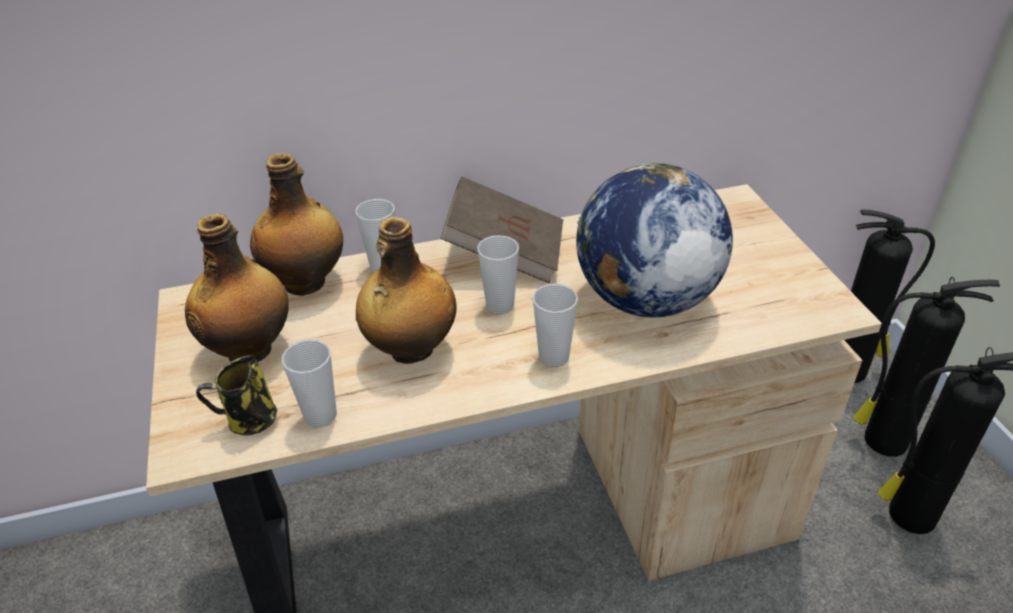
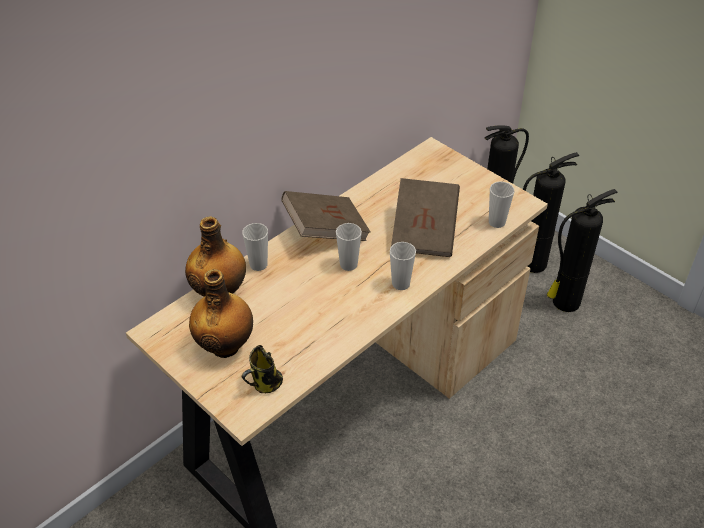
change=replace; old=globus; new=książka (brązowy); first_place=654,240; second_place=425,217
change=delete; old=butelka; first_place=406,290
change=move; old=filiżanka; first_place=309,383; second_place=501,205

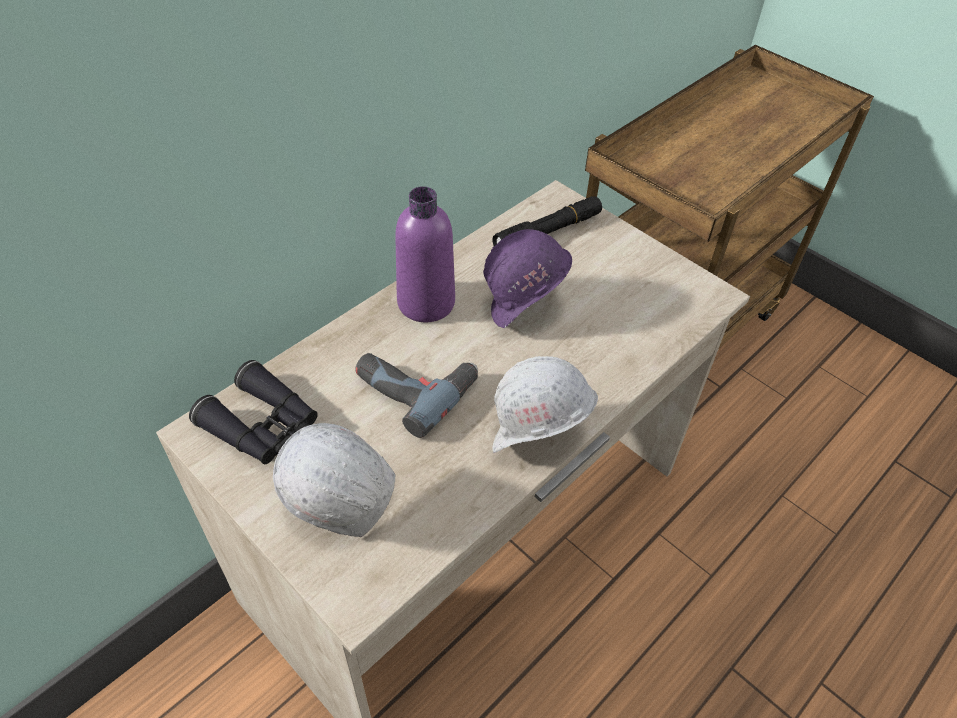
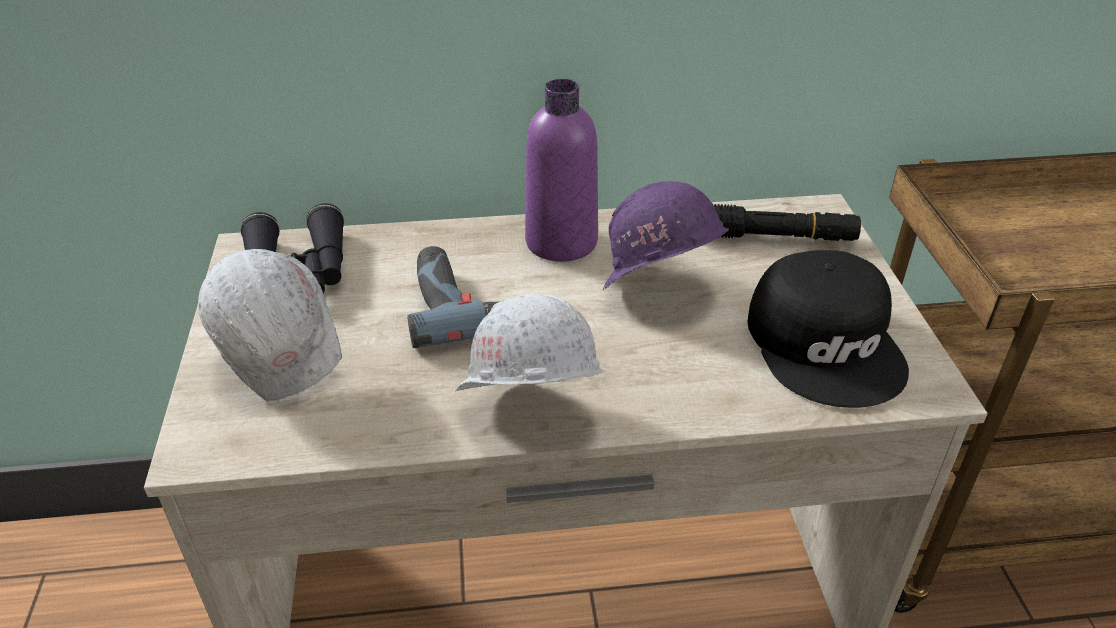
change=insert; new=czapka z daszkiem (czarny); second_place=828,329

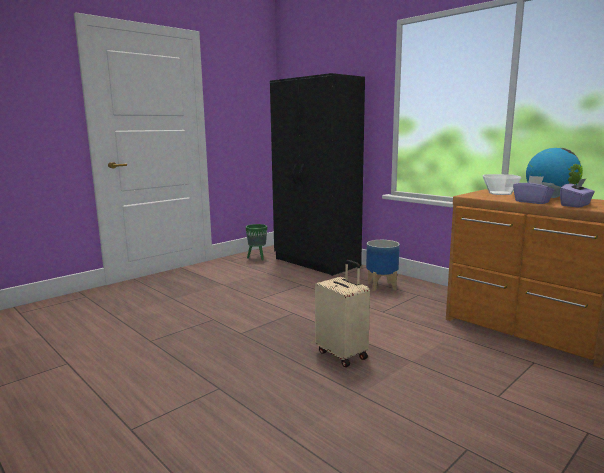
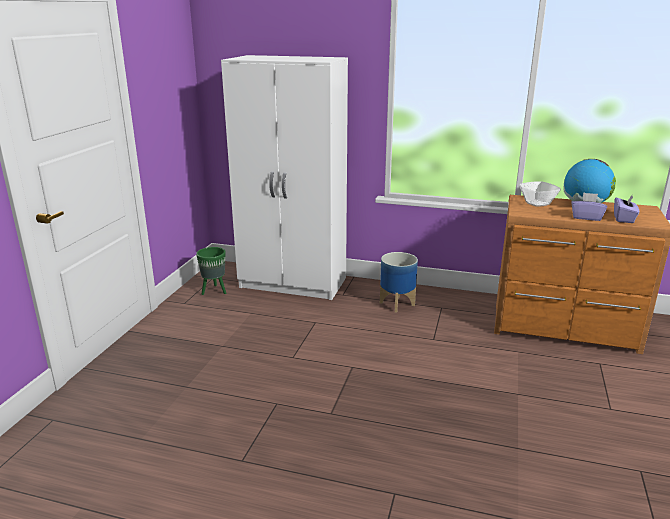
change=recolor; old=szafa (czarny); new=szafa (biały); first_place=317,174; second_place=284,177
change=delete; old=walizka (beżowy); first_place=342,313

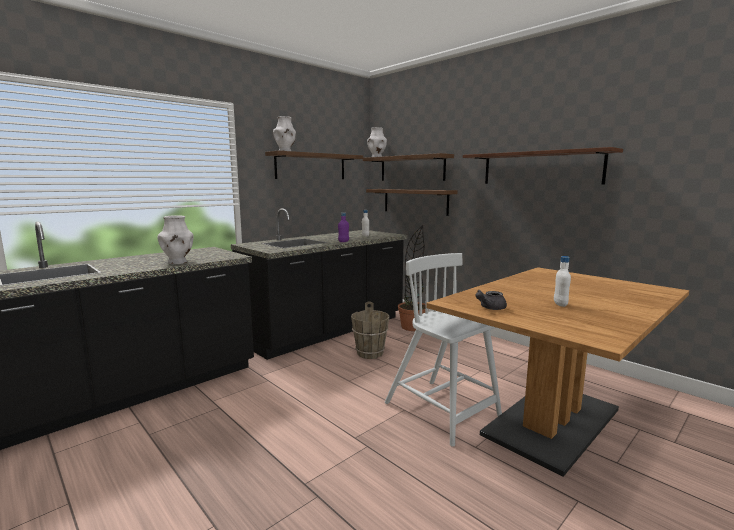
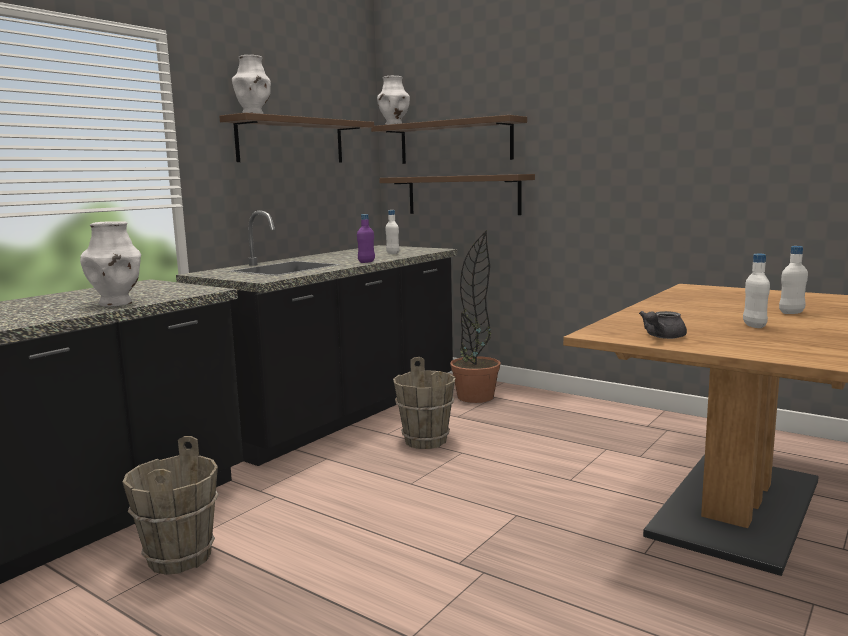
change=delete; old=półka (brązowy); first_place=543,165
change=delete; old=krzesło (biały); first_place=443,350
change=insert; new=butelka (biały); second_place=793,280
change=insert; new=wiadro (brązowy); second_place=170,505

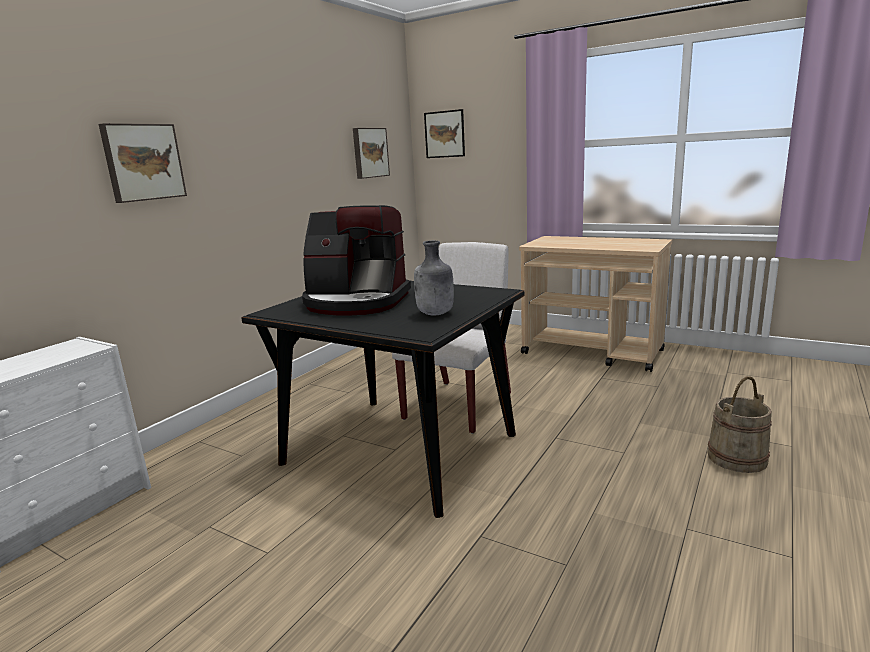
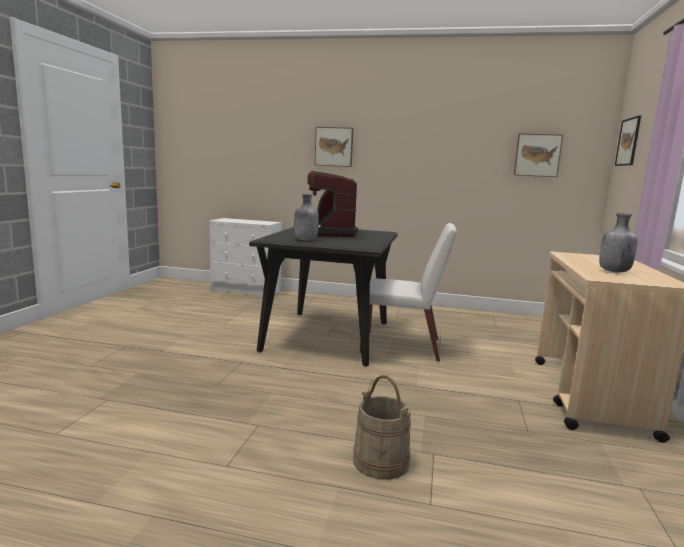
change=insert; new=butelka (szary); second_place=618,243

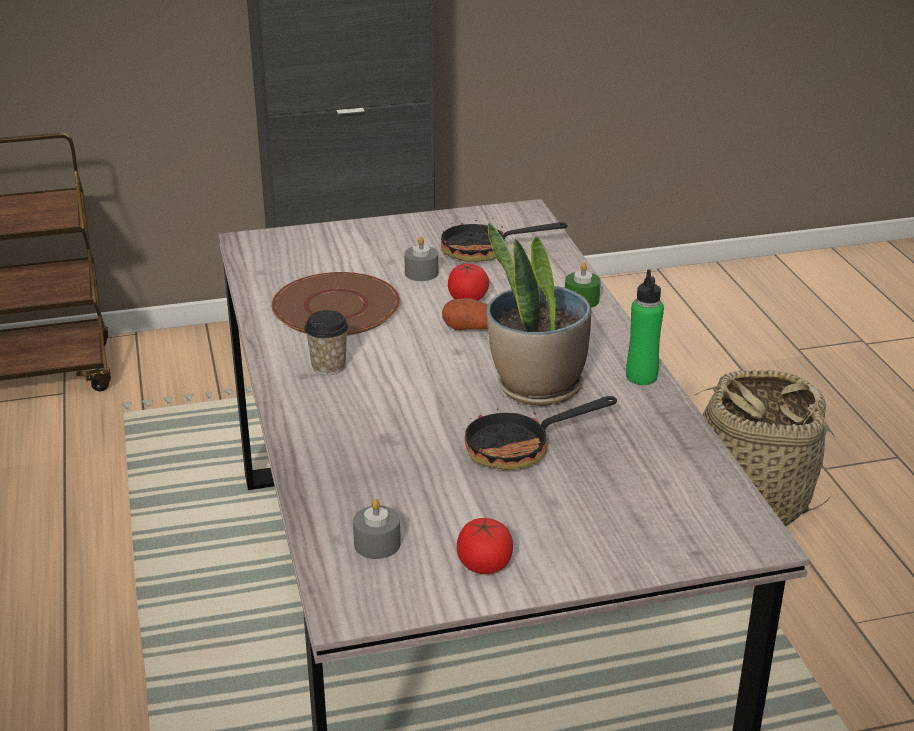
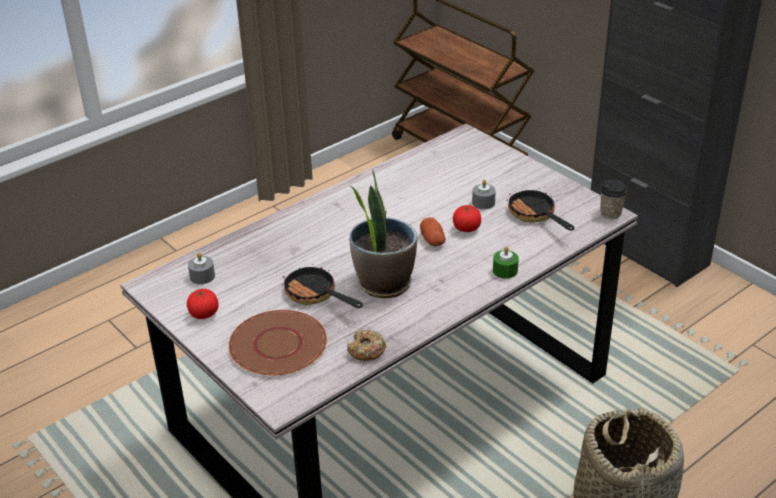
change=delete; old=butelka (zielony); first_place=645,327
change=move; old=talerz (brązowy); first_place=335,303; second_place=278,343
change=move; old=filiżanka; first_place=326,342; second_place=613,199
change=insert; new=donut; second_place=366,345

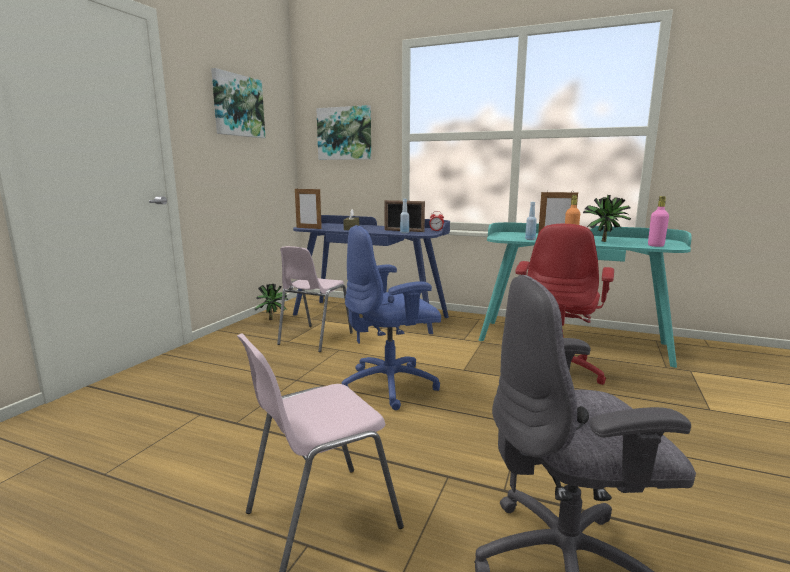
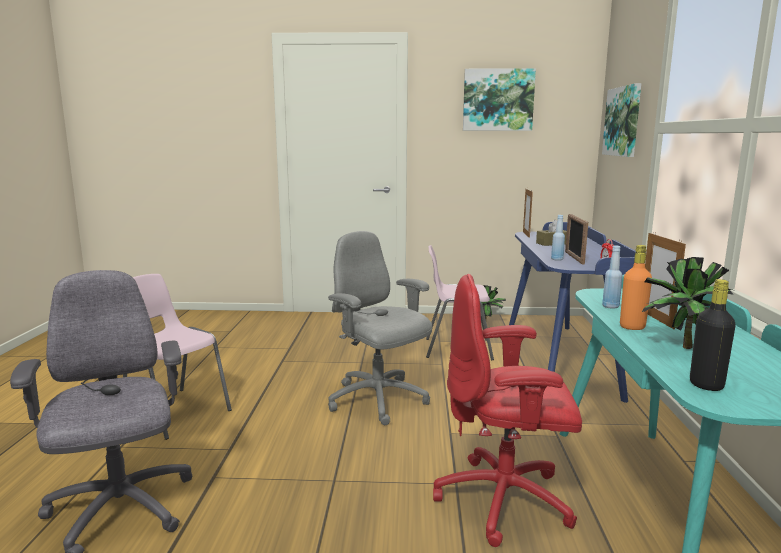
change=recolor; old=butelka (różowy); new=butelka (czarny); first_place=658,221; second_place=713,335
change=recolor; old=krzesło biurowe (niebieski); new=krzesło biurowe (szary); first_place=391,317; second_place=380,328

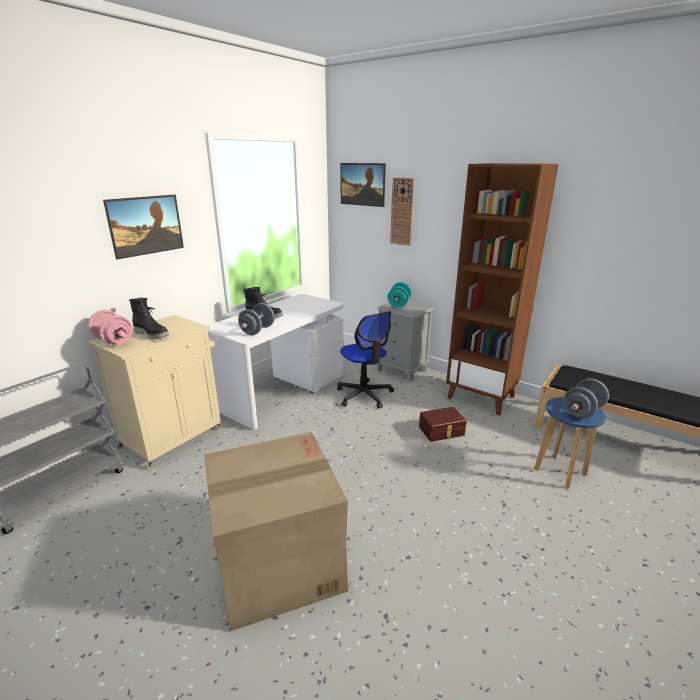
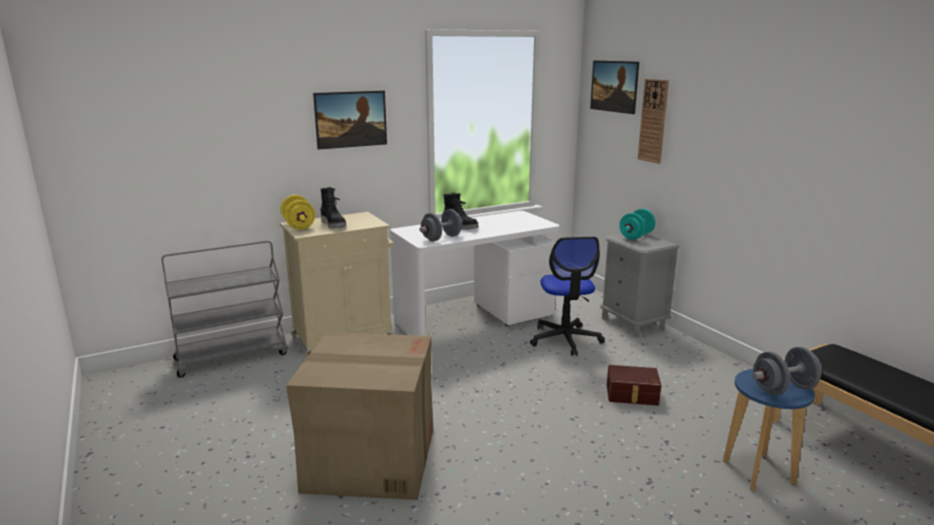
change=delete; old=regał (brązowy); first_place=502,289
change=recolor; old=hantel (różowy); new=hantel (żółty); first_place=110,328; second_place=298,212

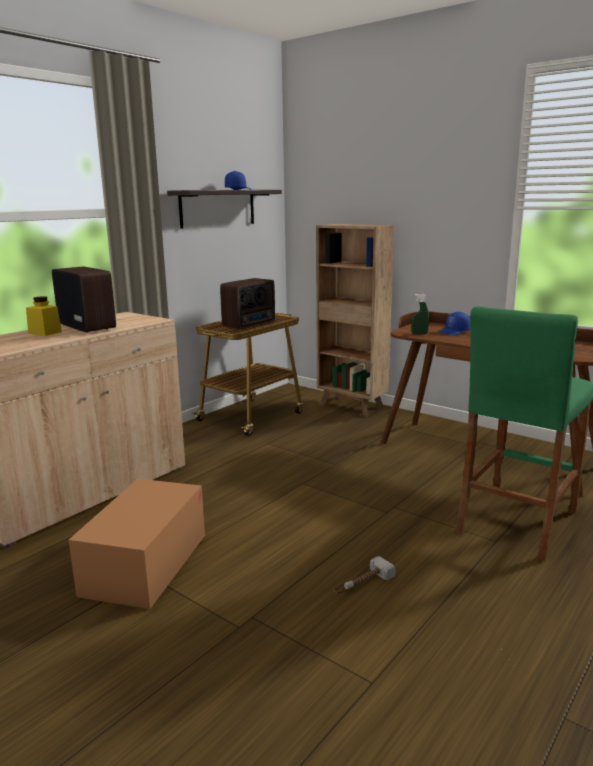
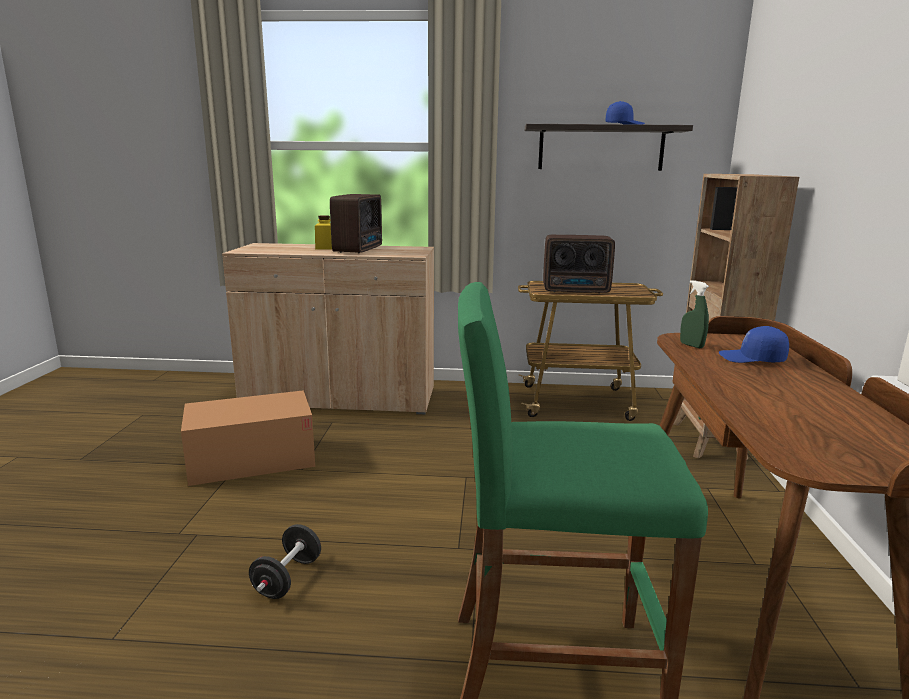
change=replace; old=młotek; new=hantel (czarny); first_place=365,575; second_place=285,561

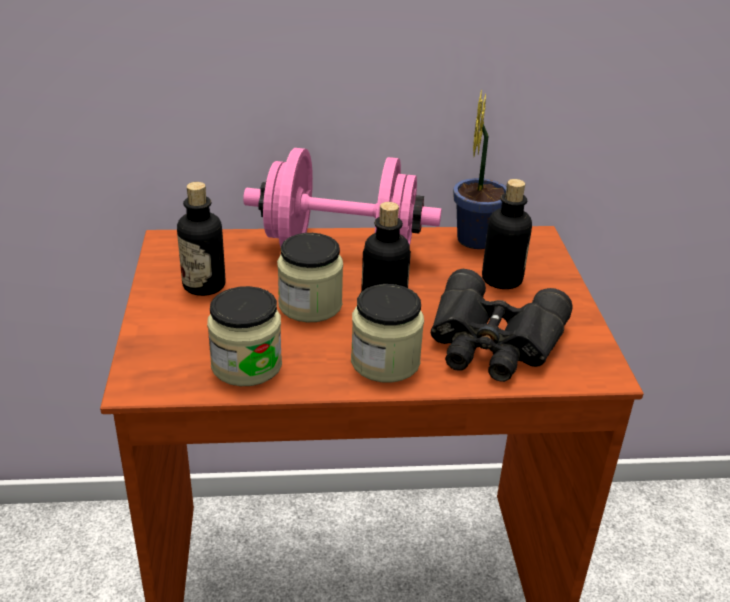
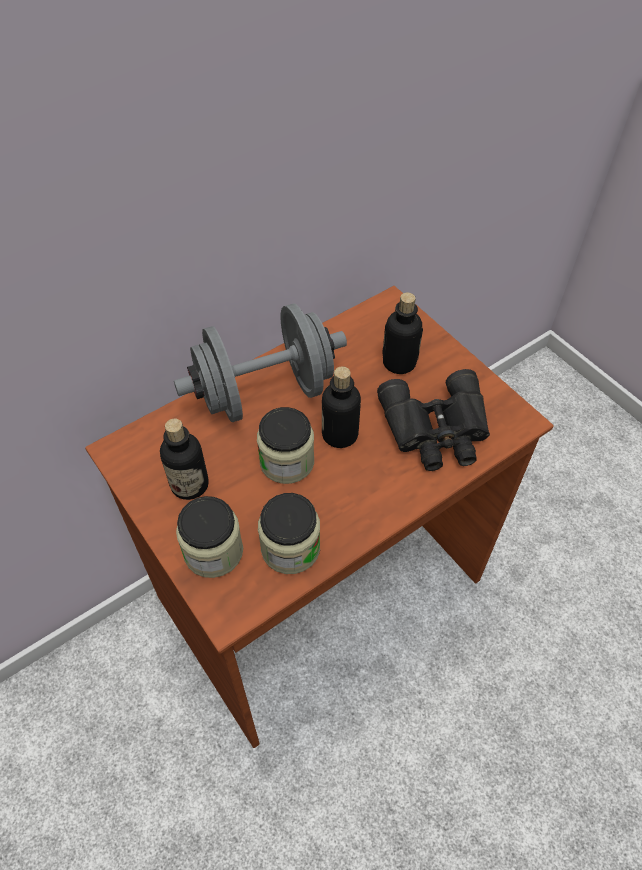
change=delete; old=roślina doniczkowa; first_place=479,169
change=recolor; old=hantel (różowy); new=hantel (szary); first_place=342,197; second_place=260,362
change=move; old=słoik; first_place=387,333; second_place=209,537

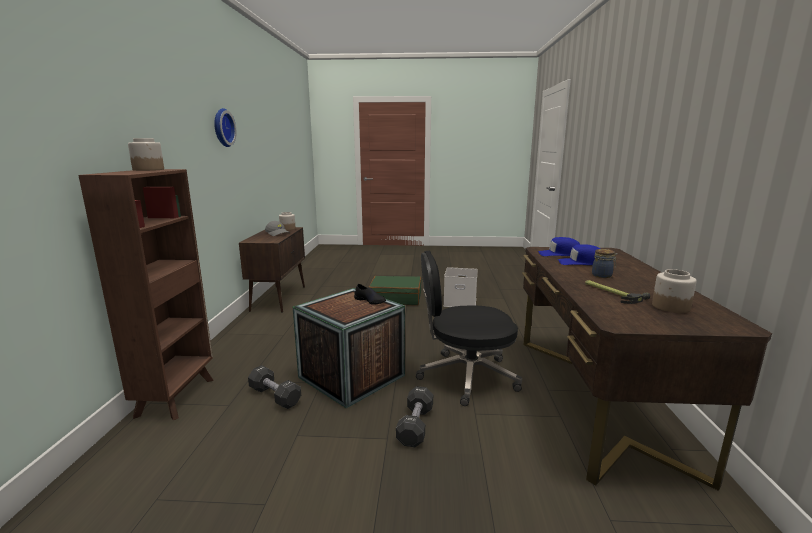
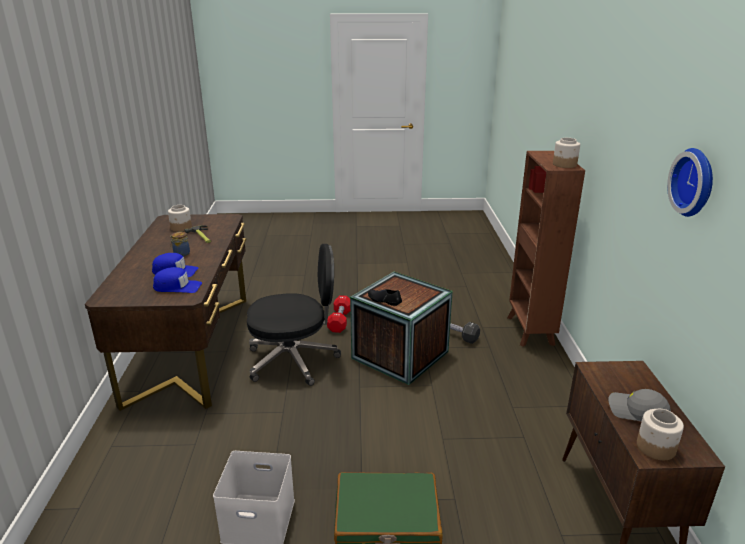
change=recolor; old=hantel (czarny); new=hantel (czerwony); first_place=414,416; second_place=338,314

